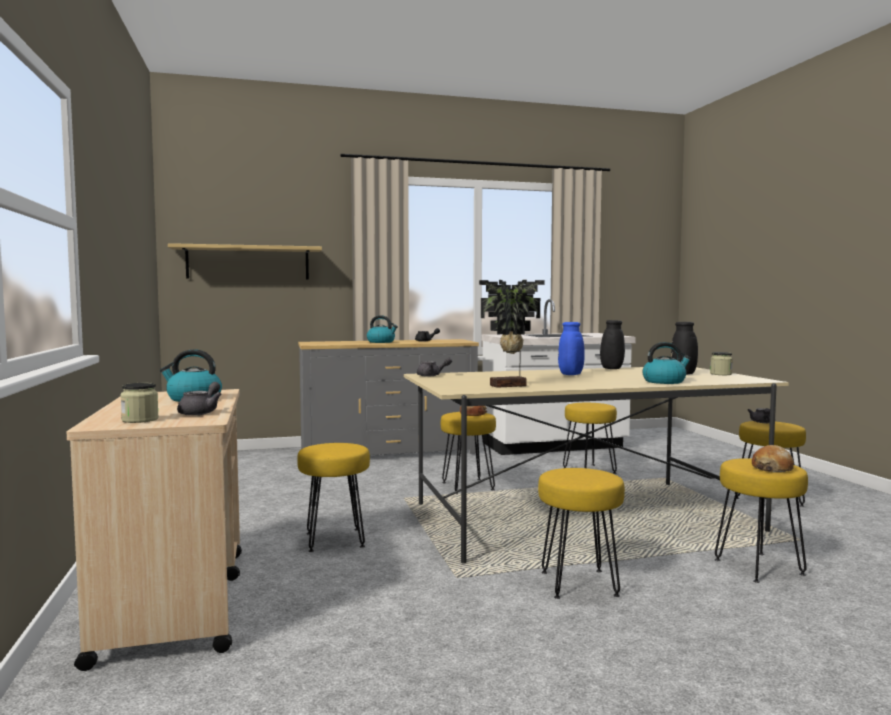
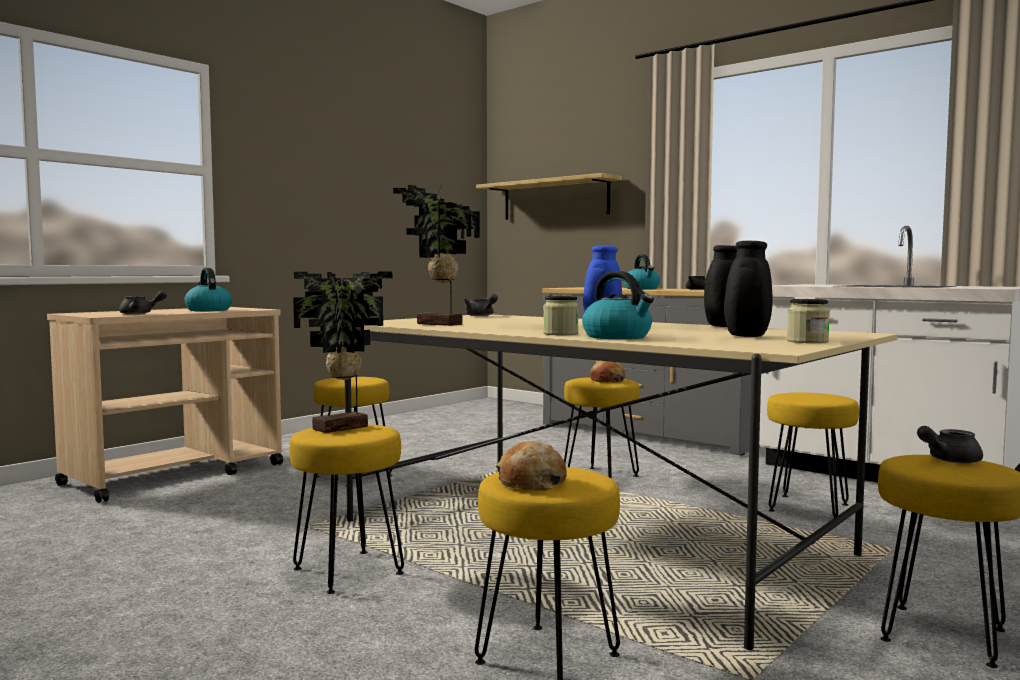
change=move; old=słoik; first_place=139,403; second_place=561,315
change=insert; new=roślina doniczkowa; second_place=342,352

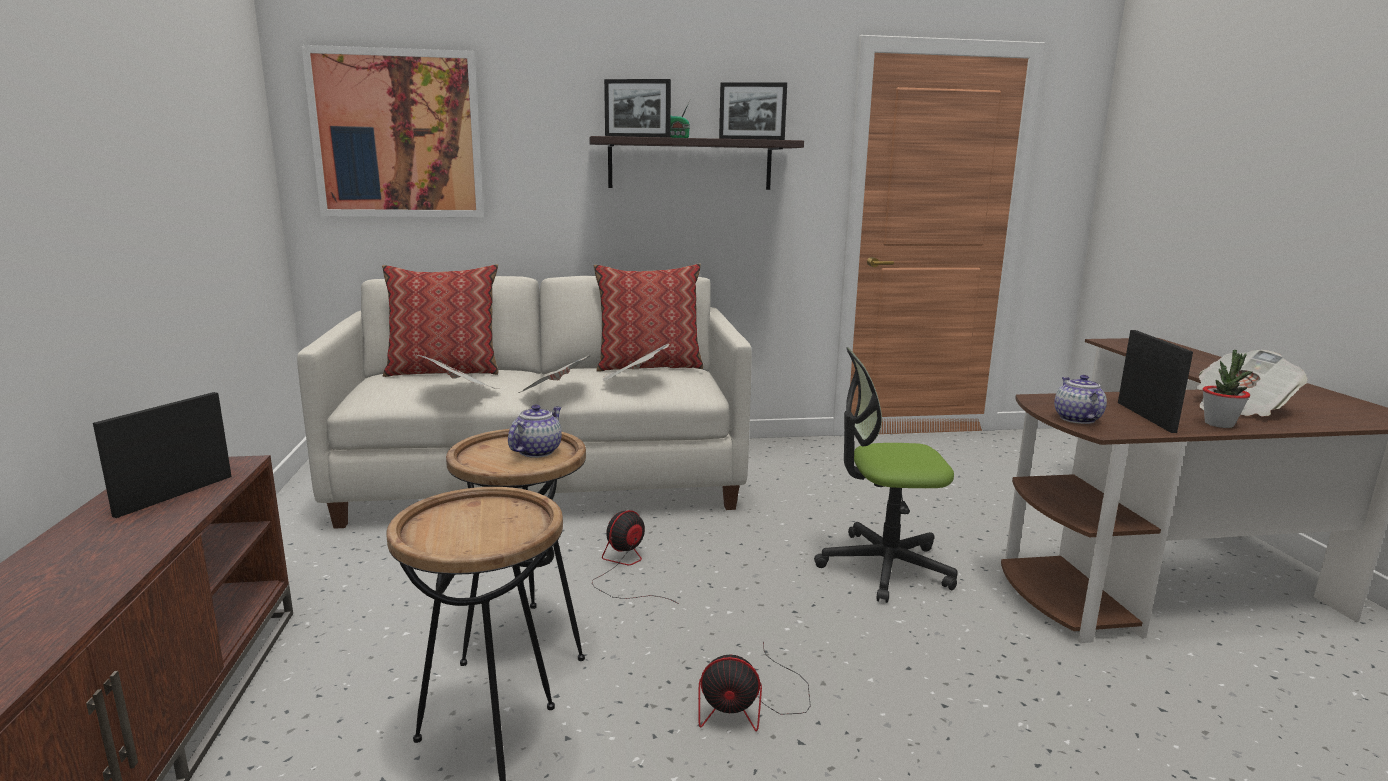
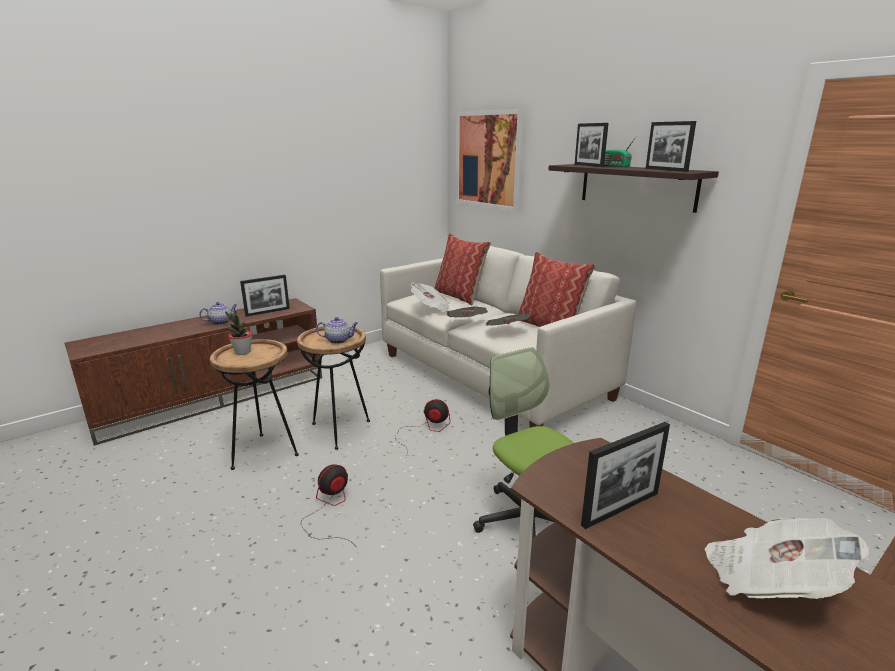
change=move; old=roślina doniczkowa; first_place=1227,389; second_place=238,333
change=move; old=imbryk; first_place=1080,399; second_place=218,313
change=rotate; old=ramka na zdjęcie; first_place=162,455; second_place=265,296; degrees=150
change=rotate; old=wentylator; first_place=754,687; second_place=326,503; degrees=75

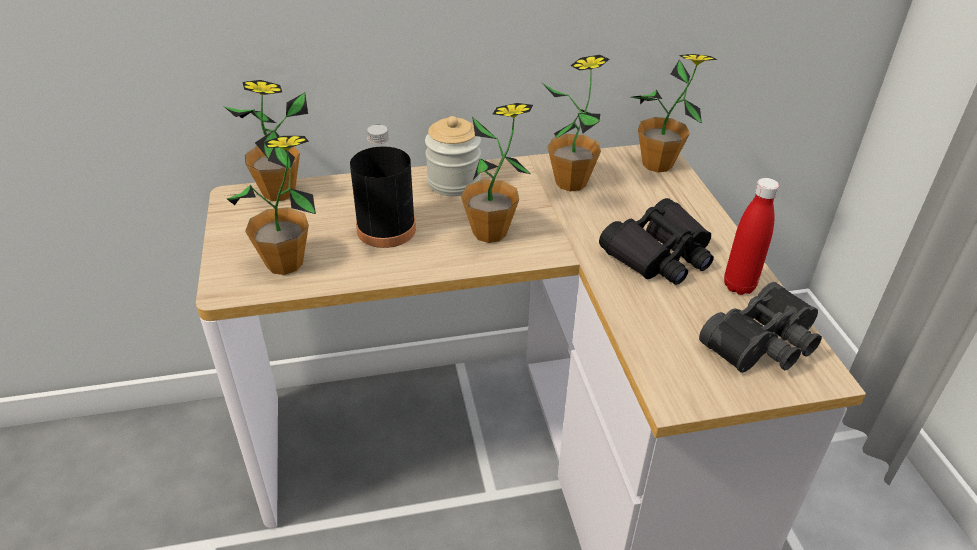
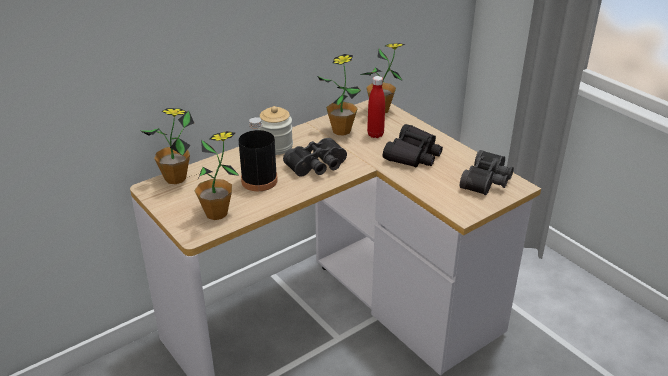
change=replace; old=roślina doniczkowa; new=lornetka (czarny); first_place=492,173; second_place=315,157
change=move; old=butelka (czerwony); first_place=751,236; second_place=376,107

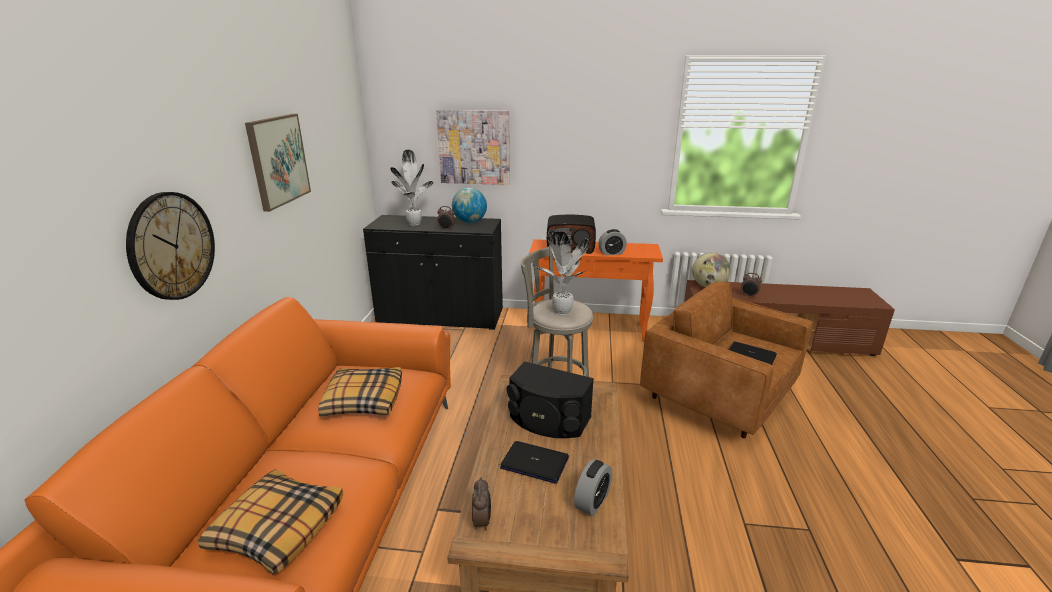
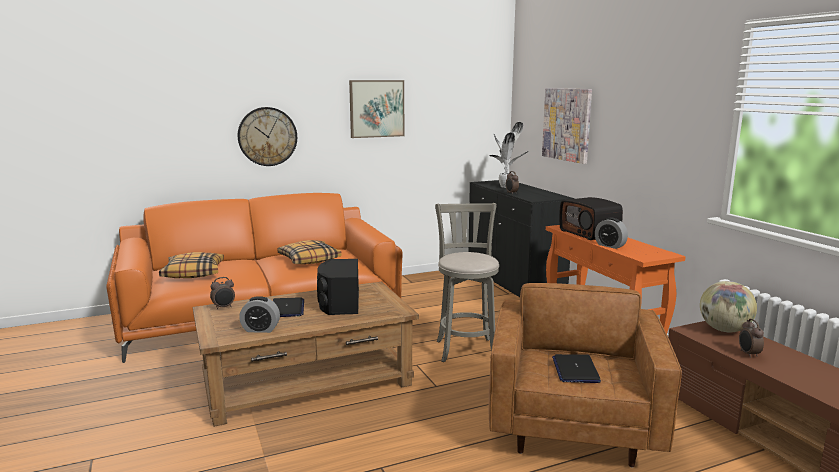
change=delete; old=globus; first_place=469,205
change=delete; old=roślina doniczkowa; first_place=561,272

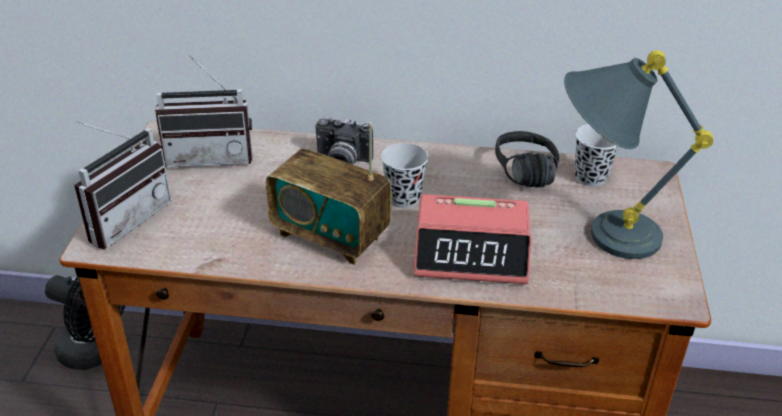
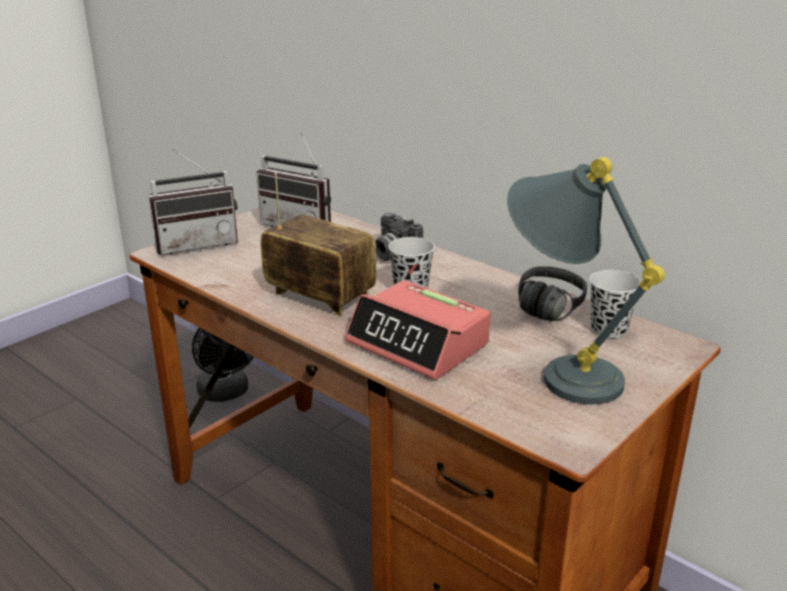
change=rotate; old=radio; first_place=329,193; second_place=318,243; degrees=150

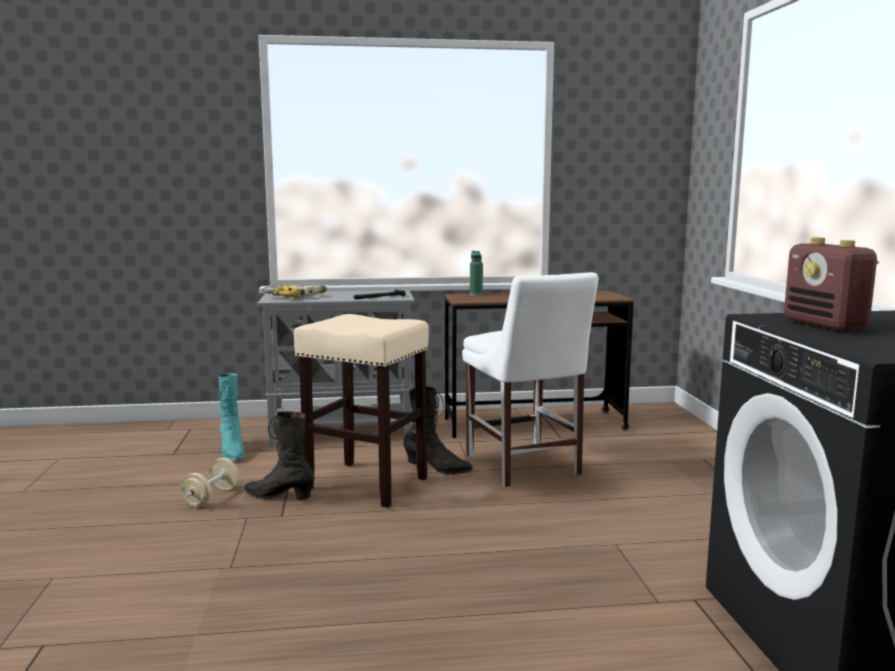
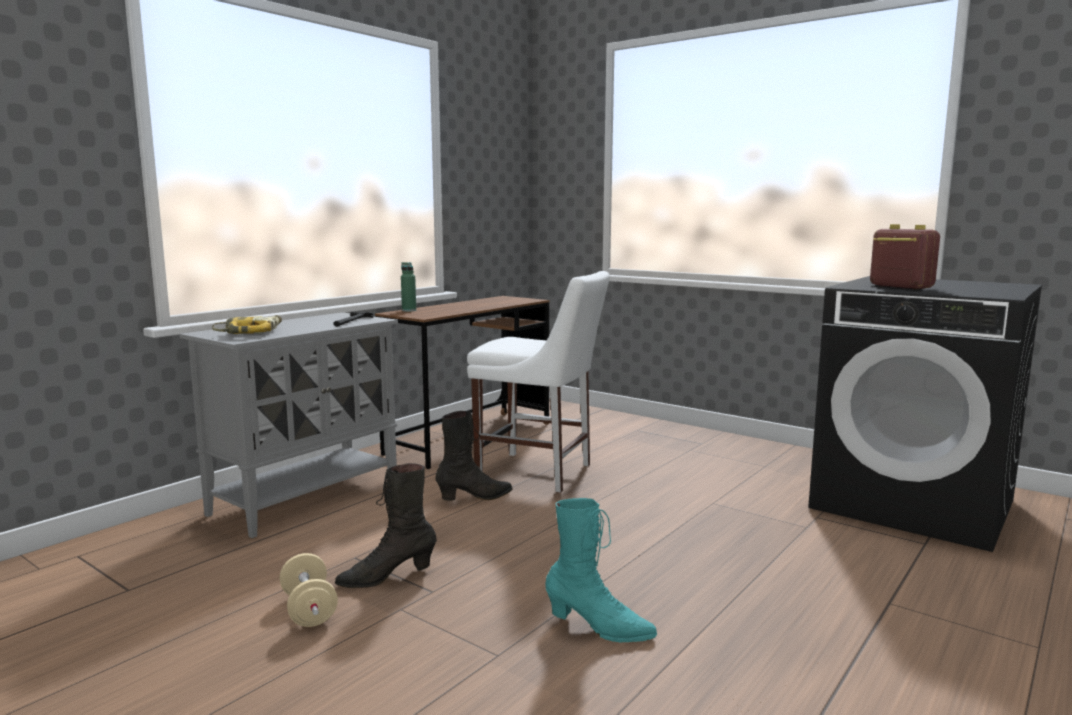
change=rotate; old=radio; first_place=831,285; second_place=905,256; degrees=-150
change=delete; old=stołek (beżowy); first_place=361,411
change=move; old=but z cholewką (turkusowy); first_place=231,417; second_place=601,570

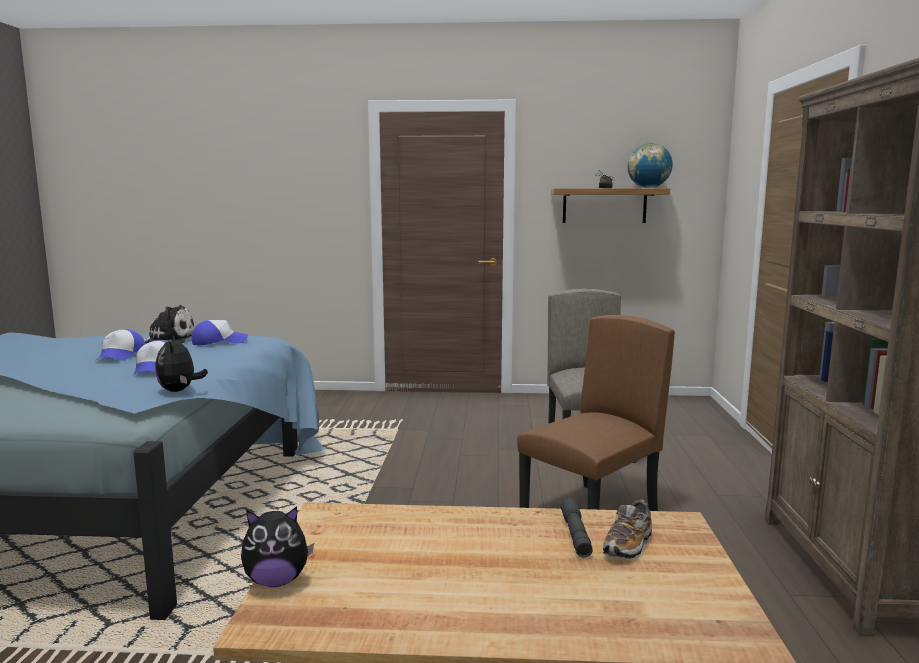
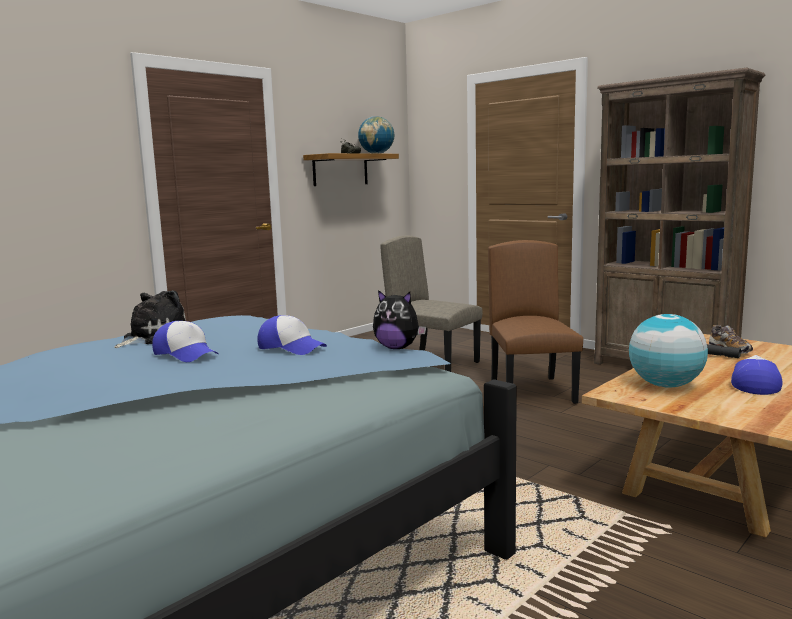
change=move; old=czapka z daszkiem; first_place=220,332; second_place=756,375
change=delete; old=pluszak; first_place=277,547
change=insert; new=globus; second_place=668,351

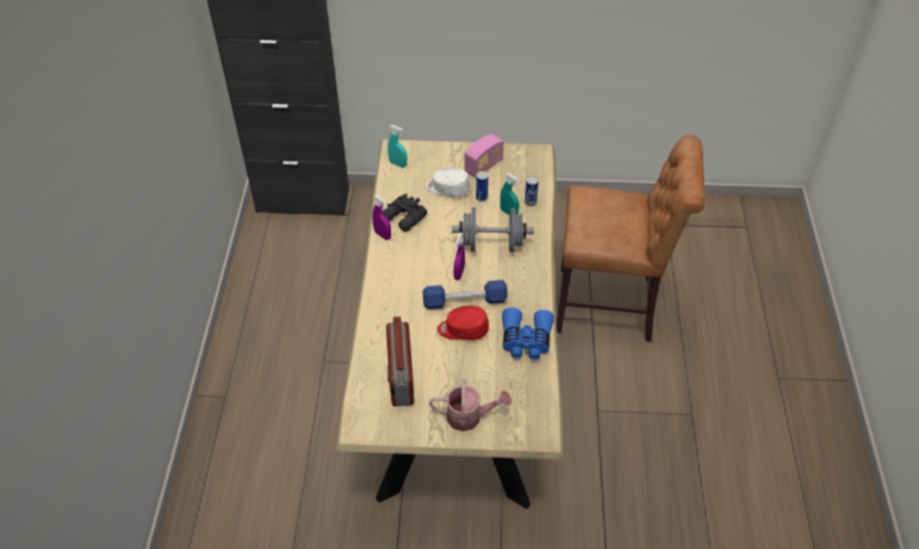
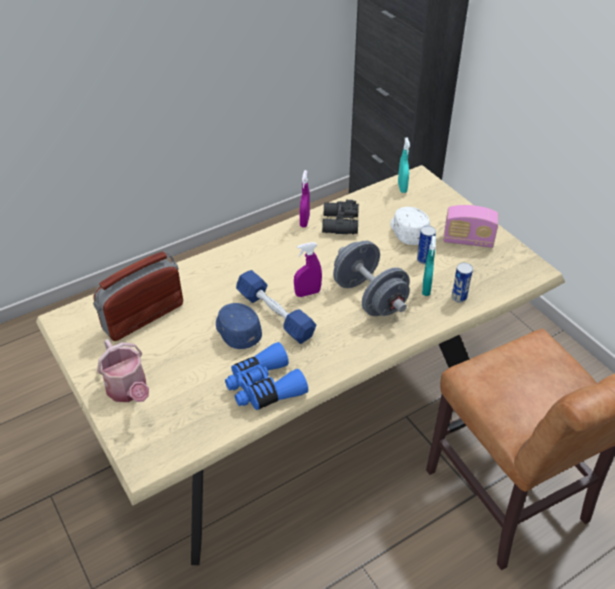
change=recolor; old=czapka z daszkiem (czerwony); new=czapka z daszkiem (niebieski); first_place=463,323; second_place=239,326

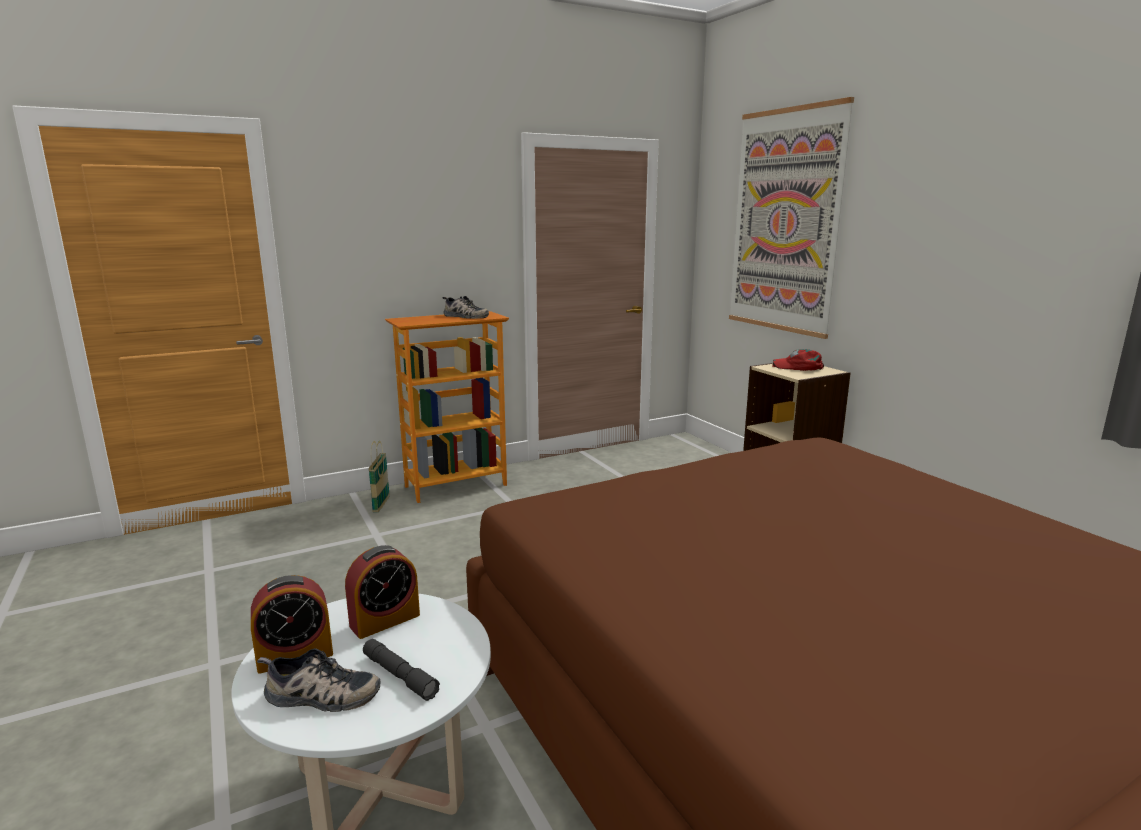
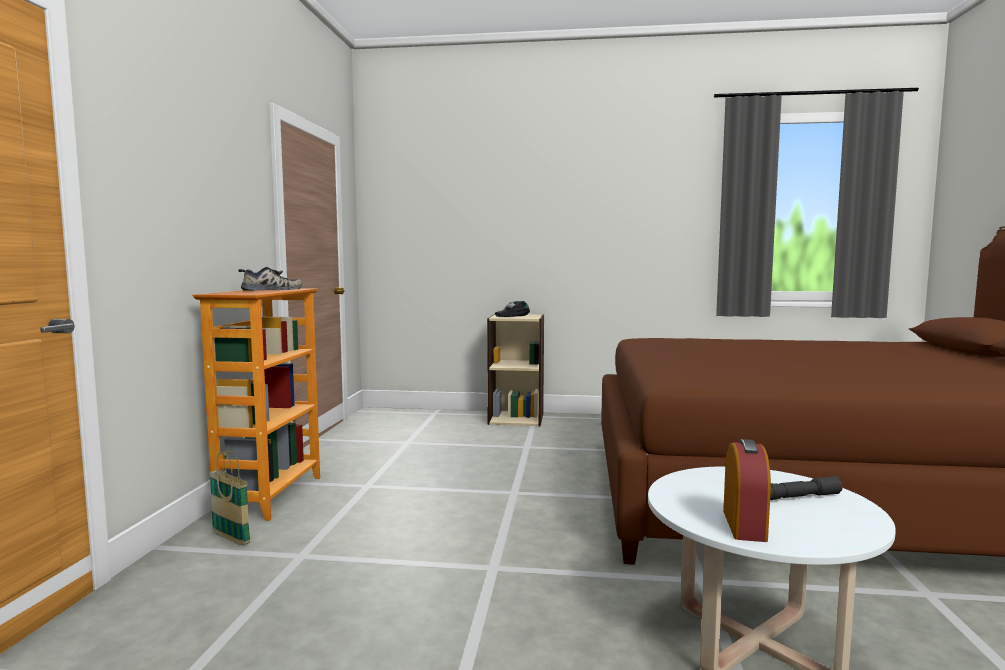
change=delete; old=obraz; first_place=791,218
change=recolor; old=czapka z daszkiem (czerwony); new=czapka z daszkiem (czarny); first_place=798,360; second_place=512,309
change=delete; old=budzik; first_place=382,592
change=delete; old=but; first_place=319,680

